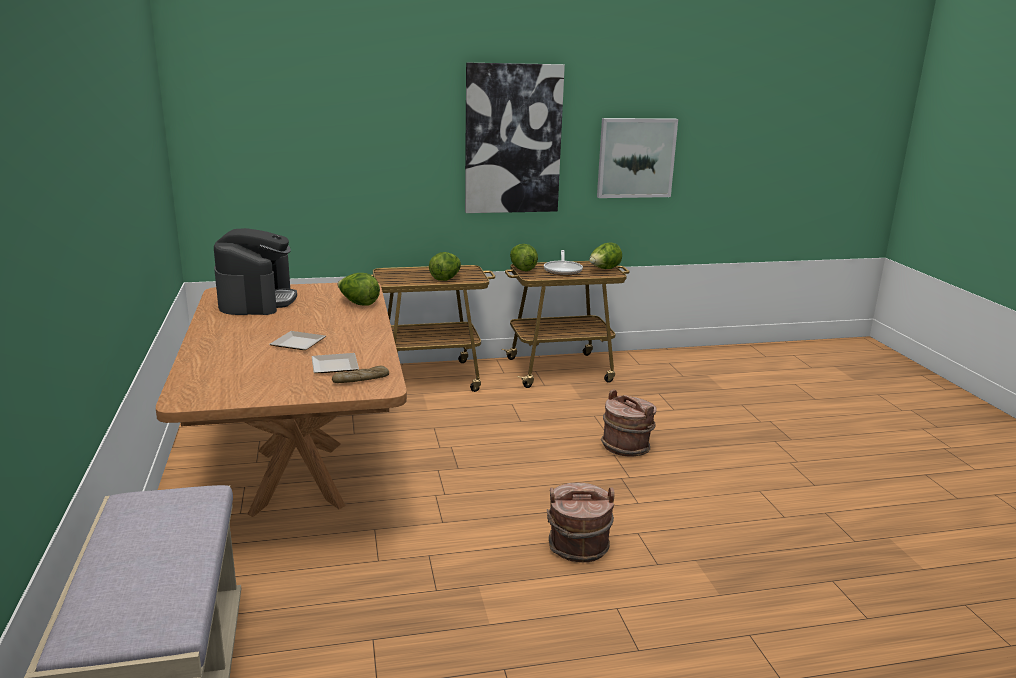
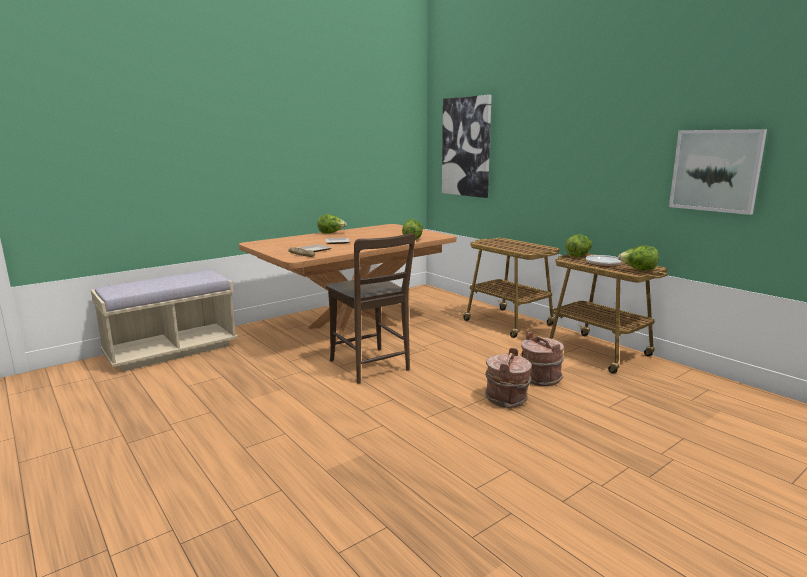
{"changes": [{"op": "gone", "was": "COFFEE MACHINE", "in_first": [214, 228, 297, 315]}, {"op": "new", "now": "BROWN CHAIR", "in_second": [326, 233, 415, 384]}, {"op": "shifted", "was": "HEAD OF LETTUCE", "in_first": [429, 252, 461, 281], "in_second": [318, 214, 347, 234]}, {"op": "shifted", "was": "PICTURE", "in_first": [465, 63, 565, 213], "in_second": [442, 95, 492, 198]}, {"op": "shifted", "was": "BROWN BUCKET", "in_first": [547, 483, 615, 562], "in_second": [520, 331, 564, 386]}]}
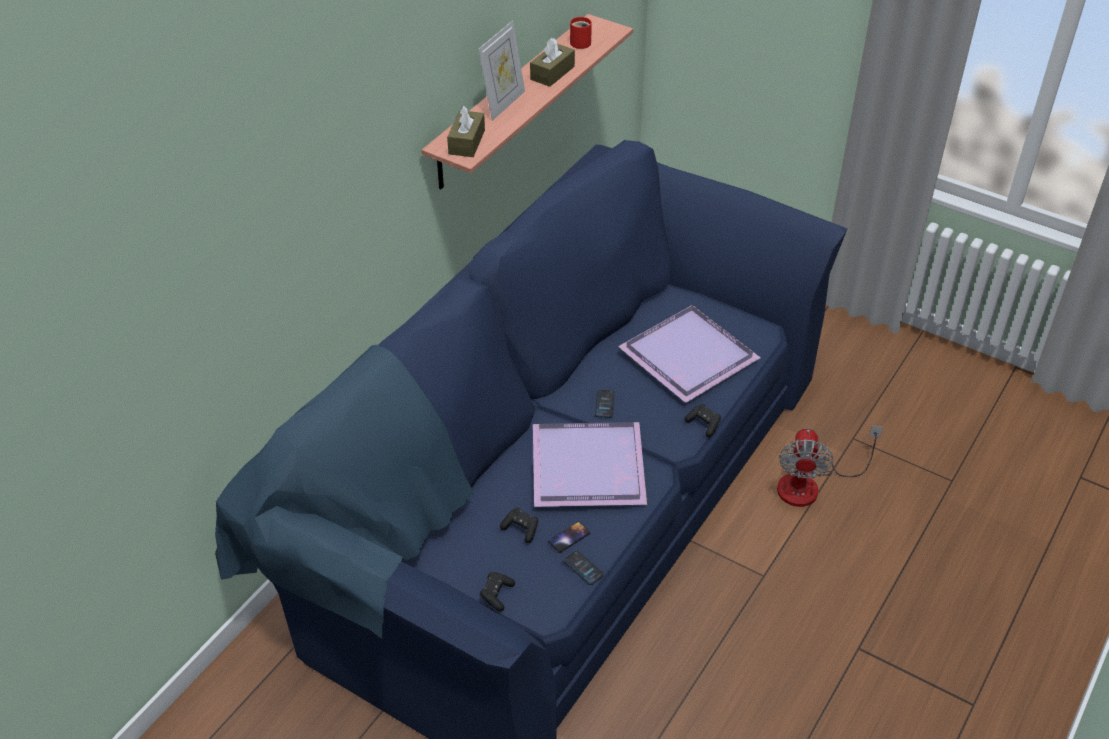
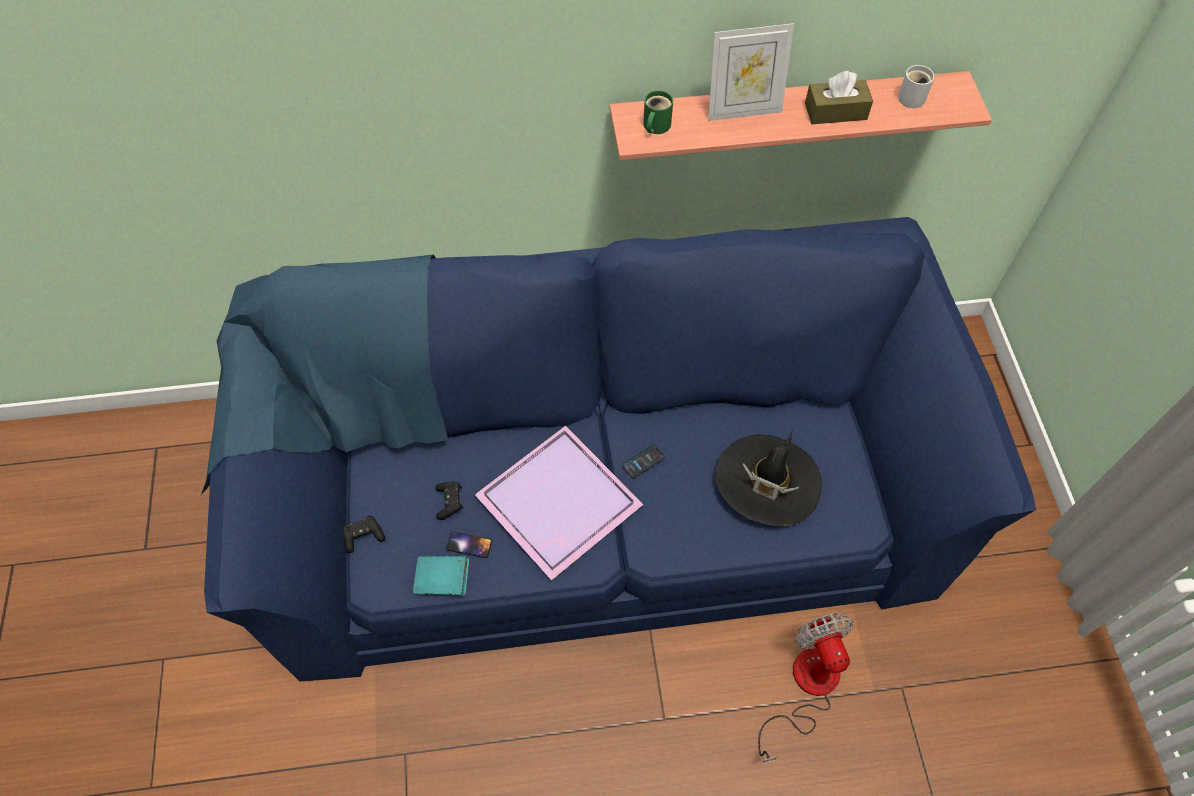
{"changes": [{"op": "gone", "was": "BLACK JOYPAD", "in_first": [685, 404, 721, 437]}, {"op": "swapped", "was": "BROWN BOX OF TISSUES", "now": "GREENISH TEA MUG", "in_first": [447, 106, 485, 157], "in_second": [643, 90, 673, 134]}, {"op": "swapped", "was": "HANDSET", "now": "BLUE-GREEN BOUND BOOK", "in_first": [563, 551, 604, 585], "in_second": [413, 556, 469, 595]}, {"op": "swapped", "was": "PURPLISH CARRYING TRAY", "now": "BLACK HAT", "in_first": [618, 305, 761, 403], "in_second": [715, 430, 822, 526]}, {"op": "repainted", "was": "RED TEA MUG", "now": "WHITE TEA MUG", "in_first": [570, 17, 592, 49], "in_second": [898, 65, 934, 108]}, {"op": "rotated", "was": "FAN", "in_first": [777, 426, 883, 507], "in_second": [758, 613, 854, 764], "clockwise": 105}]}
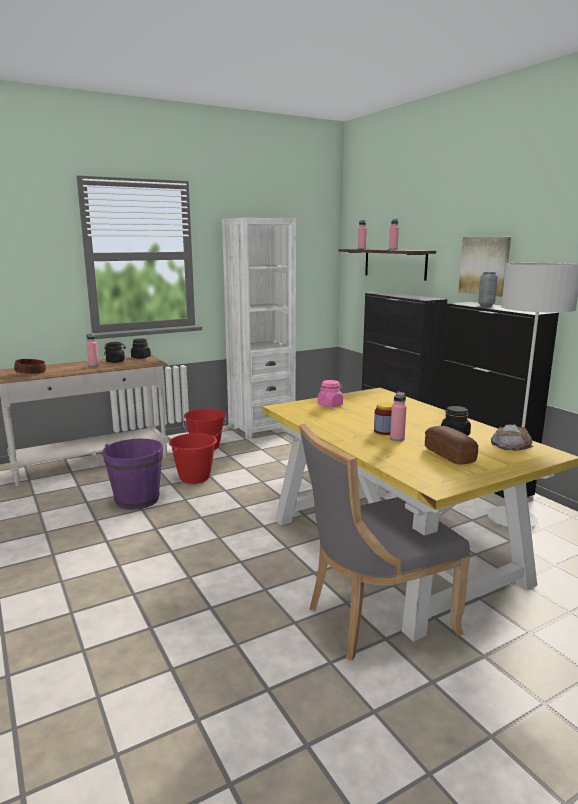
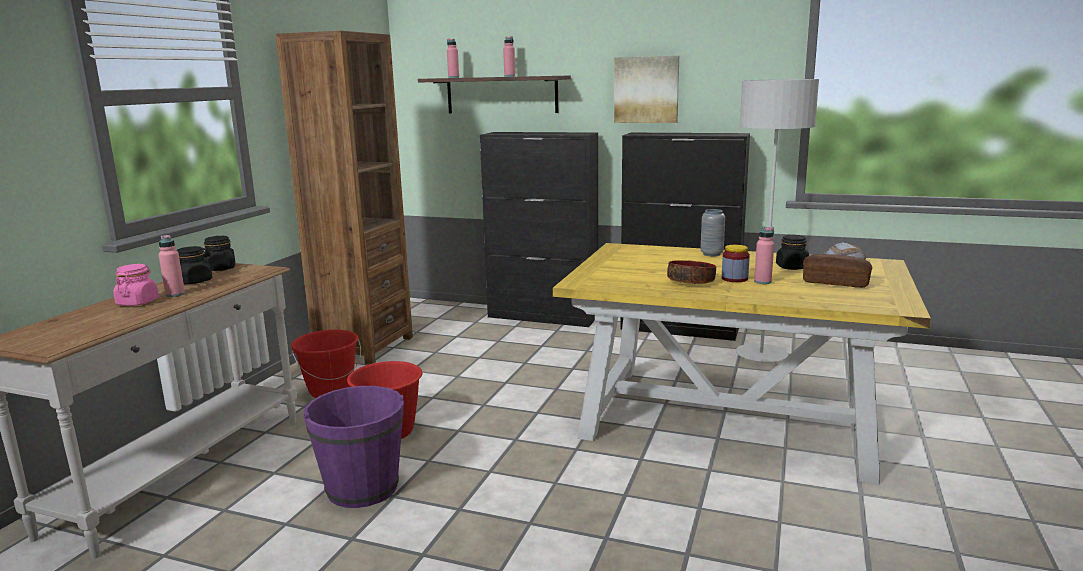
{"changes": [{"op": "gone", "was": "GREY CHAIR", "in_first": [299, 423, 470, 661]}, {"op": "shifted", "was": "BOWL", "in_first": [14, 359, 46, 375], "in_second": [667, 260, 716, 284]}, {"op": "shifted", "was": "PINK-COLOURED PRESERVE JAR", "in_first": [318, 380, 343, 407], "in_second": [113, 264, 159, 306]}, {"op": "shifted", "was": "GREY FLOWER VASE", "in_first": [478, 272, 498, 306], "in_second": [701, 209, 725, 256]}, {"op": "repainted", "was": "WHITE SHELVING UNIT", "now": "BROWN SHELVING UNIT", "in_first": [222, 218, 296, 440], "in_second": [275, 31, 413, 365]}]}
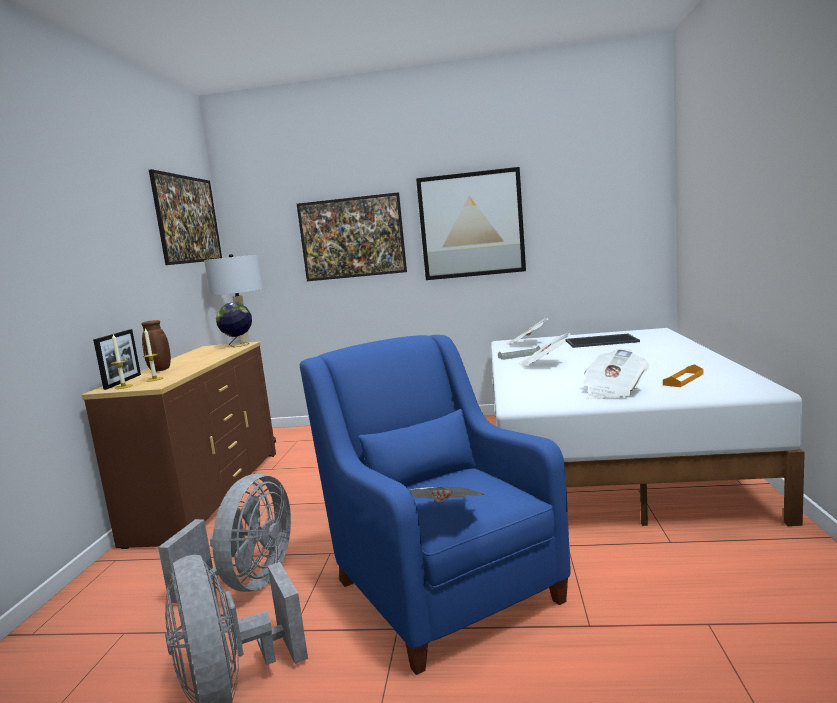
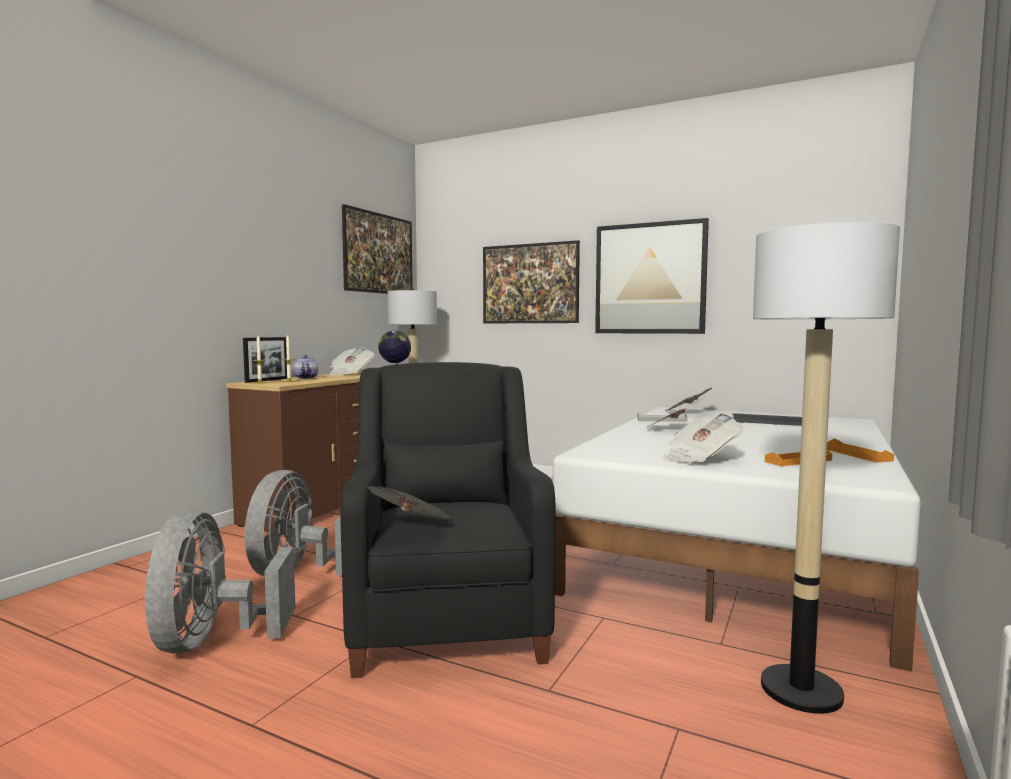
{"changes": [{"op": "new", "now": "DAILY PAPER", "in_second": [330, 347, 374, 376]}, {"op": "new", "now": "STANDARD LAMP", "in_second": [753, 222, 900, 714]}, {"op": "new", "now": "ORANGEY CARRYING TRAY", "in_second": [827, 438, 894, 462]}, {"op": "swapped", "was": "BROWN FLOWER VASE", "now": "POT FOR TEA", "in_first": [141, 320, 171, 372], "in_second": [293, 355, 318, 379]}, {"op": "repainted", "was": "BLUISH EASY CHAIR", "now": "BLACK EASY CHAIR", "in_first": [300, 335, 570, 675], "in_second": [340, 362, 555, 678]}, {"op": "rotated", "was": "GREY FAN", "in_first": [158, 474, 291, 603], "in_second": [245, 470, 342, 576], "clockwise": 150}]}
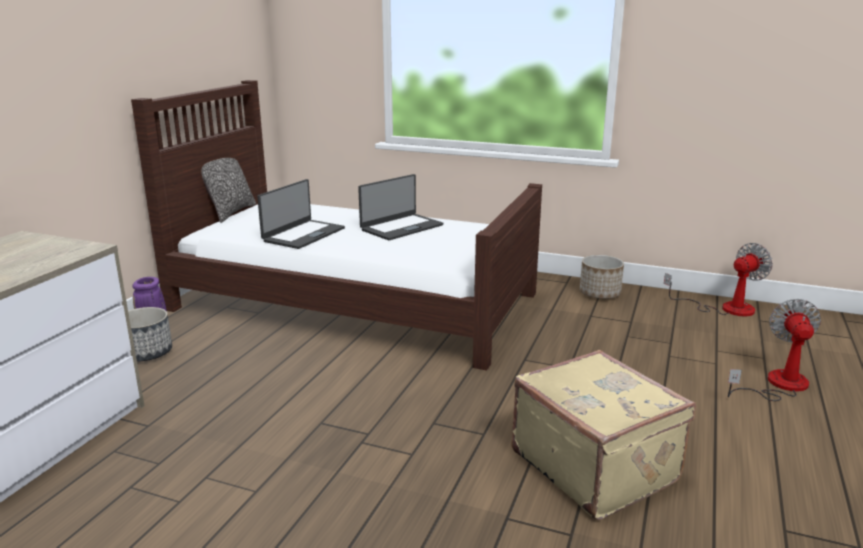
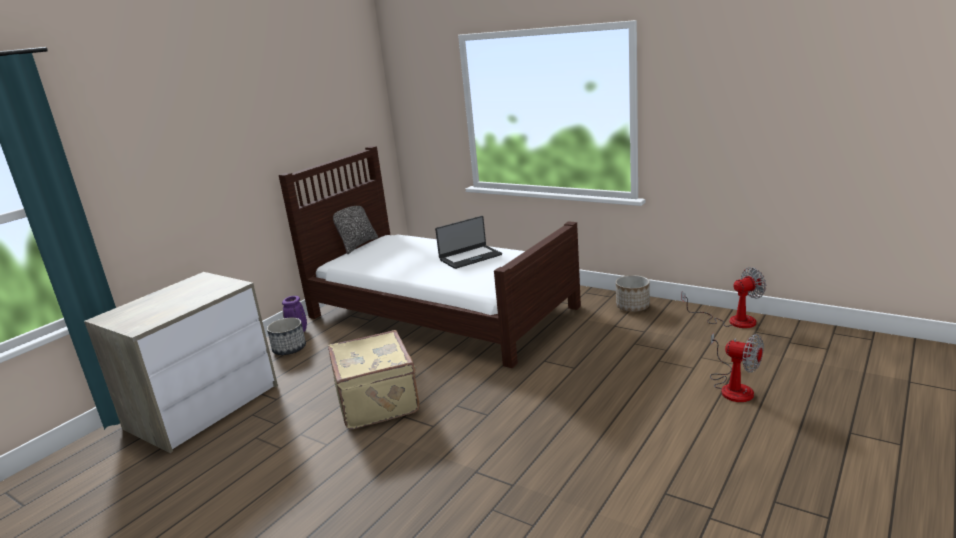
{"changes": [{"op": "gone", "was": "LAPTOP", "in_first": [257, 179, 345, 249]}, {"op": "shifted", "was": "BEIGE PIECE OF LUGGAGE", "in_first": [511, 350, 696, 520], "in_second": [328, 330, 420, 430]}, {"op": "rotated", "was": "FAN", "in_first": [728, 299, 821, 401], "in_second": [710, 333, 764, 402], "clockwise": 105}]}
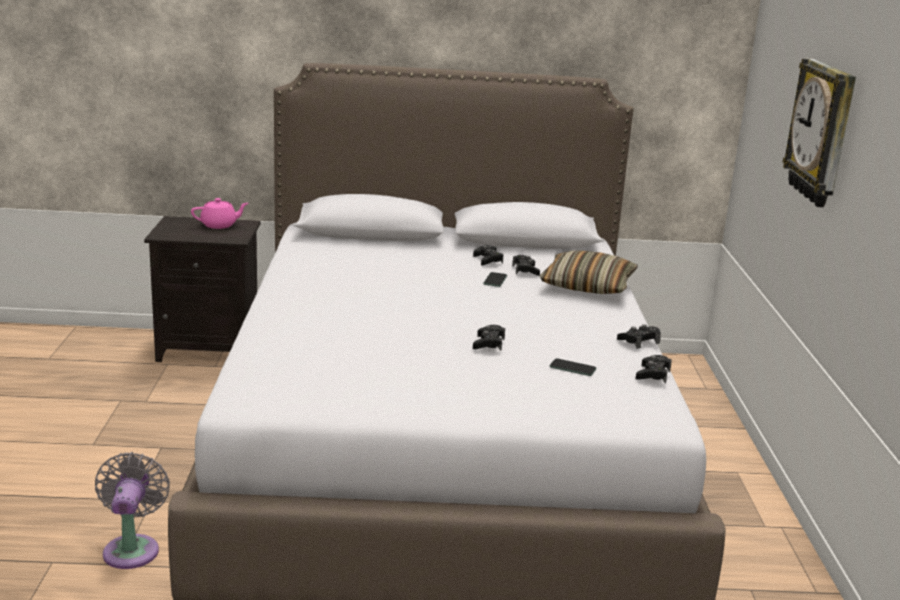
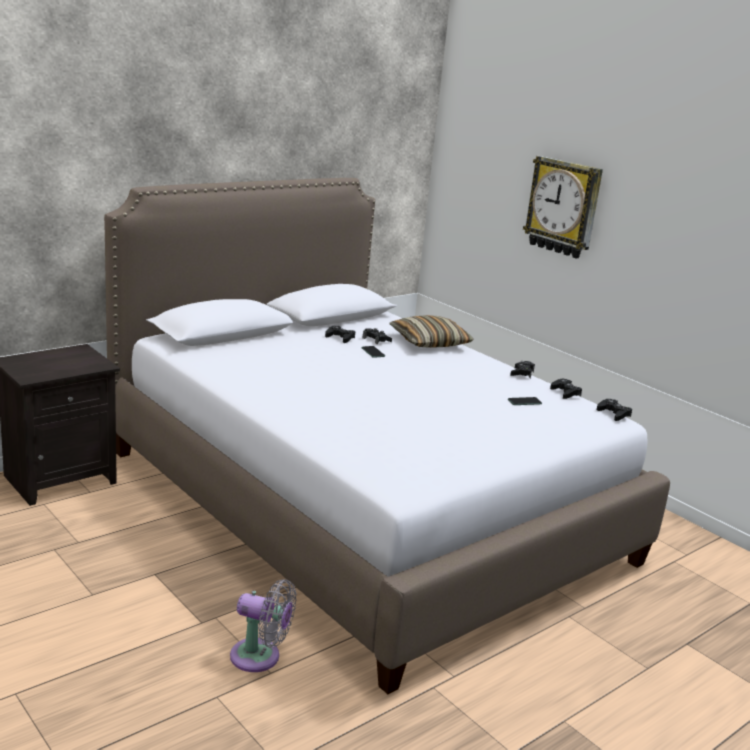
{"changes": [{"op": "gone", "was": "PINK-COLOURED POT FOR TEA", "in_first": [191, 198, 248, 229]}, {"op": "shifted", "was": "BLACK JOYPAD", "in_first": [473, 325, 505, 351], "in_second": [597, 399, 632, 421]}, {"op": "rotated", "was": "GREY FAN", "in_first": [95, 452, 170, 569], "in_second": [230, 579, 296, 672], "clockwise": 150}]}
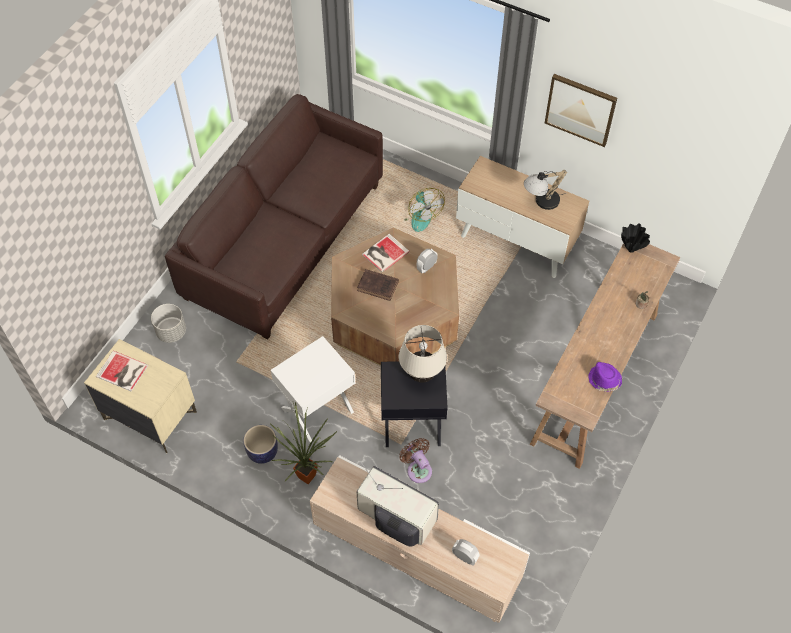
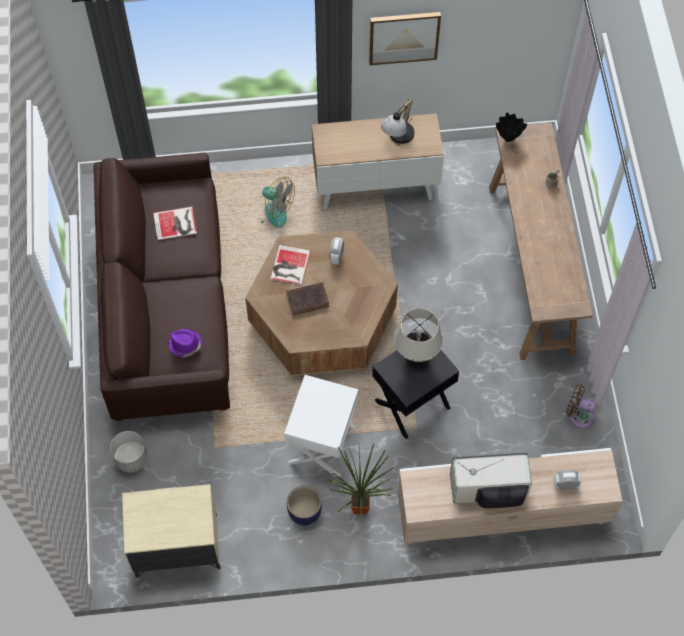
{"changes": [{"op": "shifted", "was": "BOUND BOOK", "in_first": [96, 351, 148, 391], "in_second": [153, 207, 197, 240]}, {"op": "shifted", "was": "BROWN FAN", "in_first": [399, 438, 432, 483], "in_second": [566, 384, 597, 428]}, {"op": "shifted", "was": "PURPLISH HAT", "in_first": [588, 362, 622, 392], "in_second": [169, 329, 202, 357]}]}
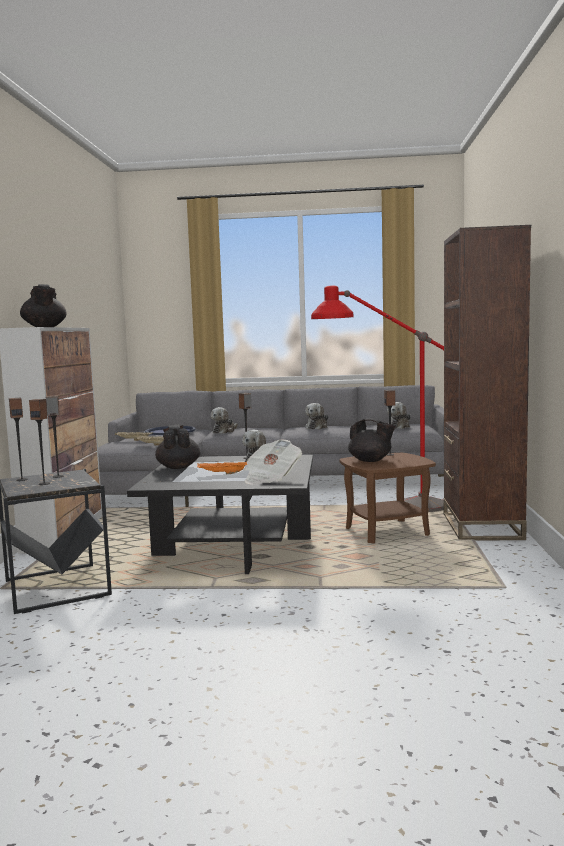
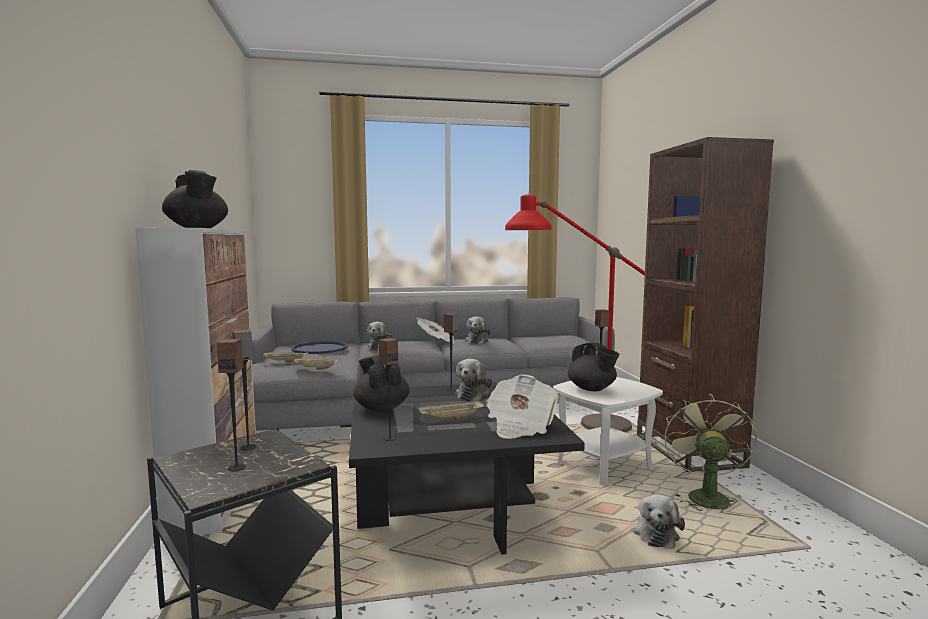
{"changes": [{"op": "new", "now": "DAILY PAPER", "in_second": [416, 317, 454, 343]}, {"op": "new", "now": "GREENISH FAN", "in_second": [664, 394, 757, 511]}, {"op": "shifted", "was": "LOUDSPEAKER", "in_first": [9, 398, 28, 481], "in_second": [379, 338, 398, 441]}, {"op": "shifted", "was": "SOFT TOY", "in_first": [387, 402, 411, 429], "in_second": [633, 494, 685, 549]}, {"op": "repainted", "was": "ORANGEY CARRYING TRAY", "now": "BEIGE CARRYING TRAY", "in_first": [197, 462, 247, 474], "in_second": [418, 400, 484, 420]}, {"op": "repainted", "was": "BROWN SIDE TABLE", "now": "WHITE SIDE TABLE", "in_first": [339, 453, 436, 543], "in_second": [553, 377, 663, 485]}, {"op": "rotated", "was": "BLACK POT FOR TEA", "in_first": [348, 419, 395, 462], "in_second": [568, 343, 620, 391], "clockwise": 45}]}
